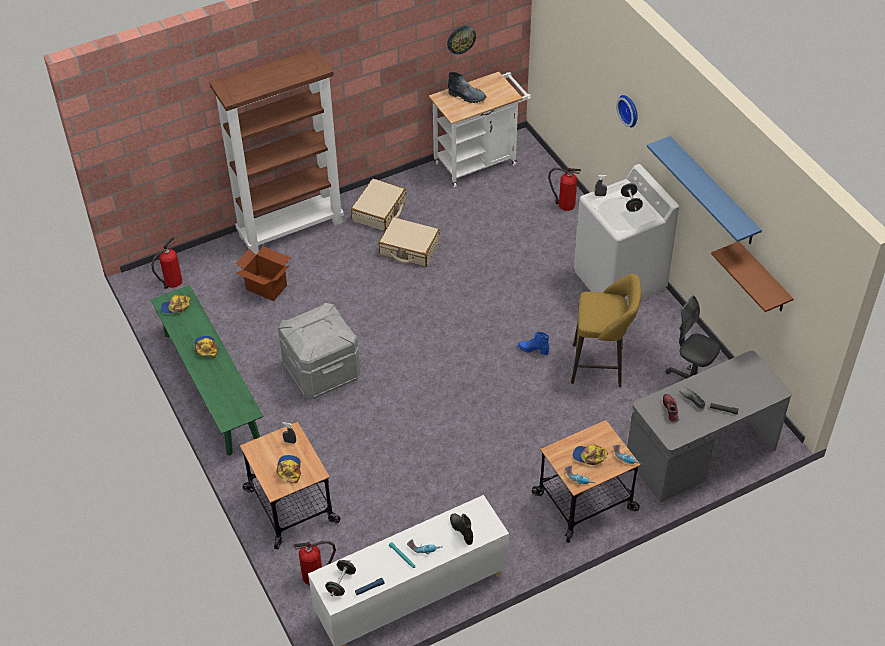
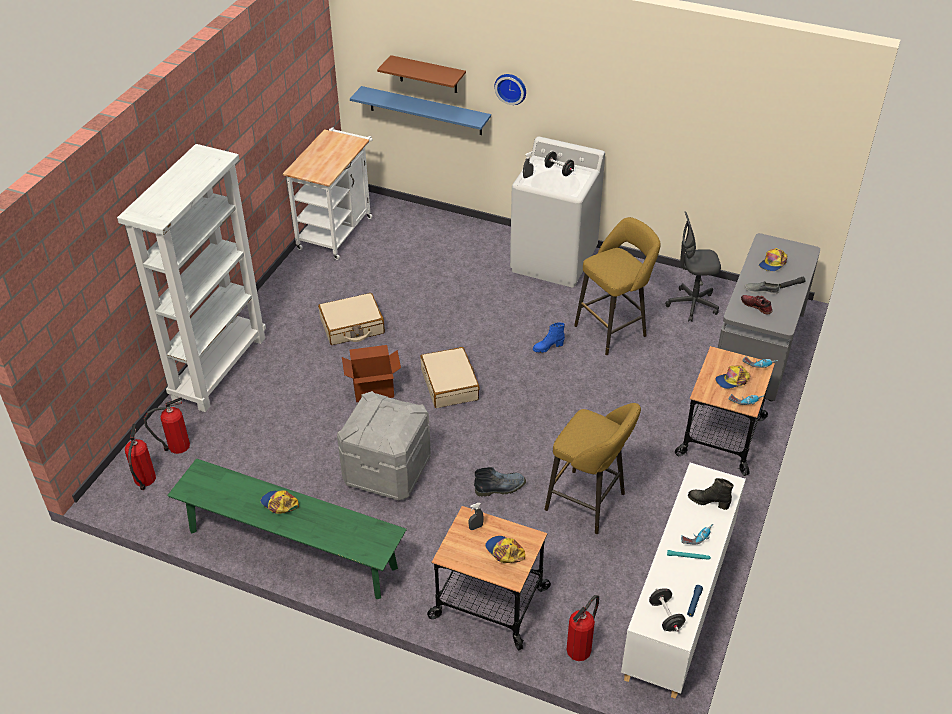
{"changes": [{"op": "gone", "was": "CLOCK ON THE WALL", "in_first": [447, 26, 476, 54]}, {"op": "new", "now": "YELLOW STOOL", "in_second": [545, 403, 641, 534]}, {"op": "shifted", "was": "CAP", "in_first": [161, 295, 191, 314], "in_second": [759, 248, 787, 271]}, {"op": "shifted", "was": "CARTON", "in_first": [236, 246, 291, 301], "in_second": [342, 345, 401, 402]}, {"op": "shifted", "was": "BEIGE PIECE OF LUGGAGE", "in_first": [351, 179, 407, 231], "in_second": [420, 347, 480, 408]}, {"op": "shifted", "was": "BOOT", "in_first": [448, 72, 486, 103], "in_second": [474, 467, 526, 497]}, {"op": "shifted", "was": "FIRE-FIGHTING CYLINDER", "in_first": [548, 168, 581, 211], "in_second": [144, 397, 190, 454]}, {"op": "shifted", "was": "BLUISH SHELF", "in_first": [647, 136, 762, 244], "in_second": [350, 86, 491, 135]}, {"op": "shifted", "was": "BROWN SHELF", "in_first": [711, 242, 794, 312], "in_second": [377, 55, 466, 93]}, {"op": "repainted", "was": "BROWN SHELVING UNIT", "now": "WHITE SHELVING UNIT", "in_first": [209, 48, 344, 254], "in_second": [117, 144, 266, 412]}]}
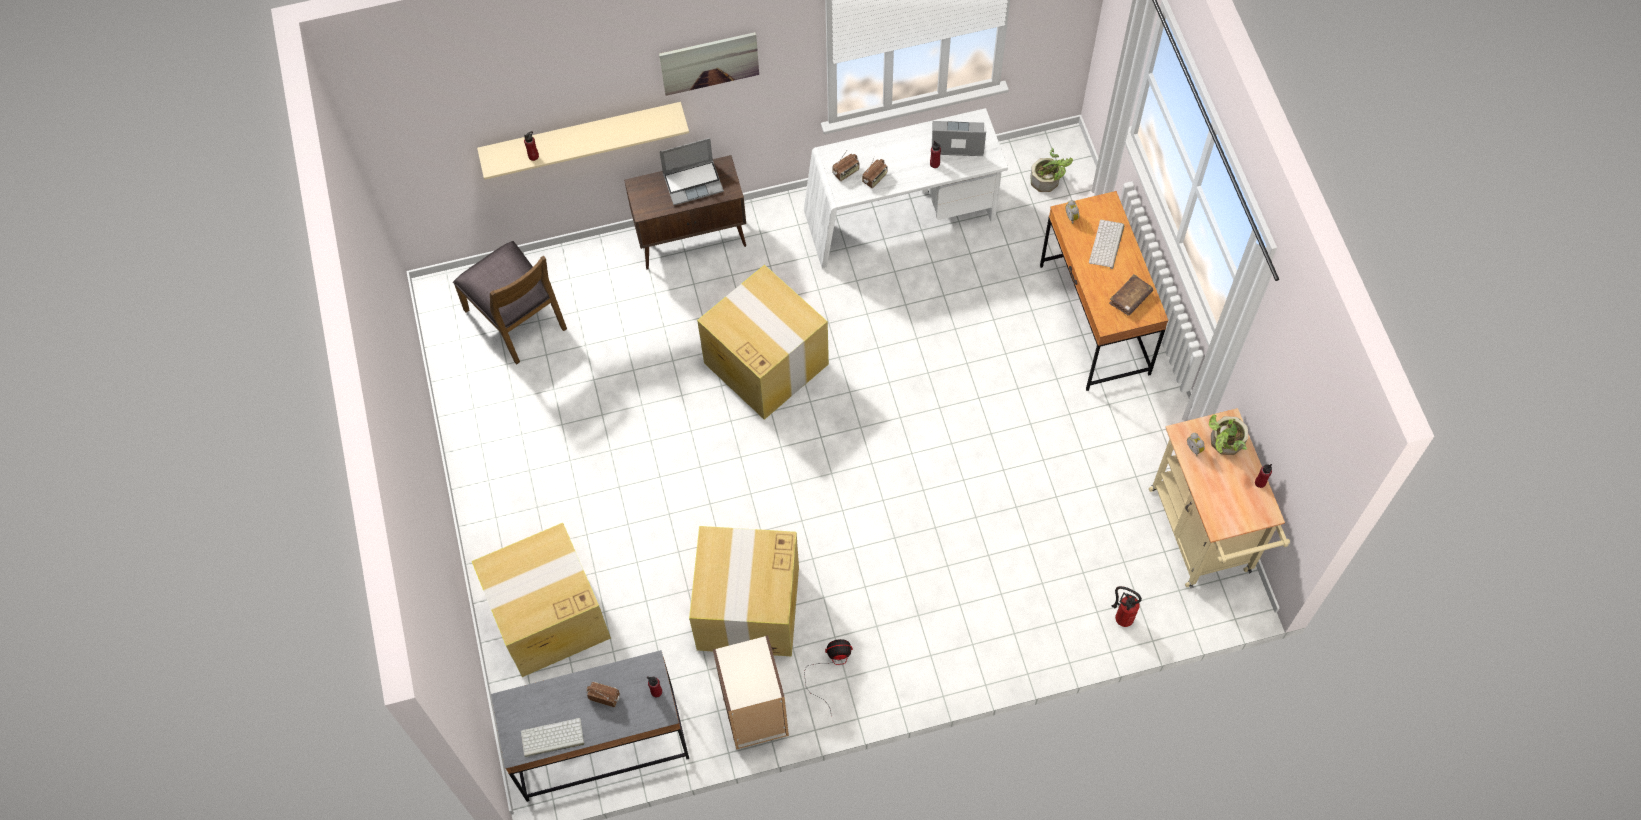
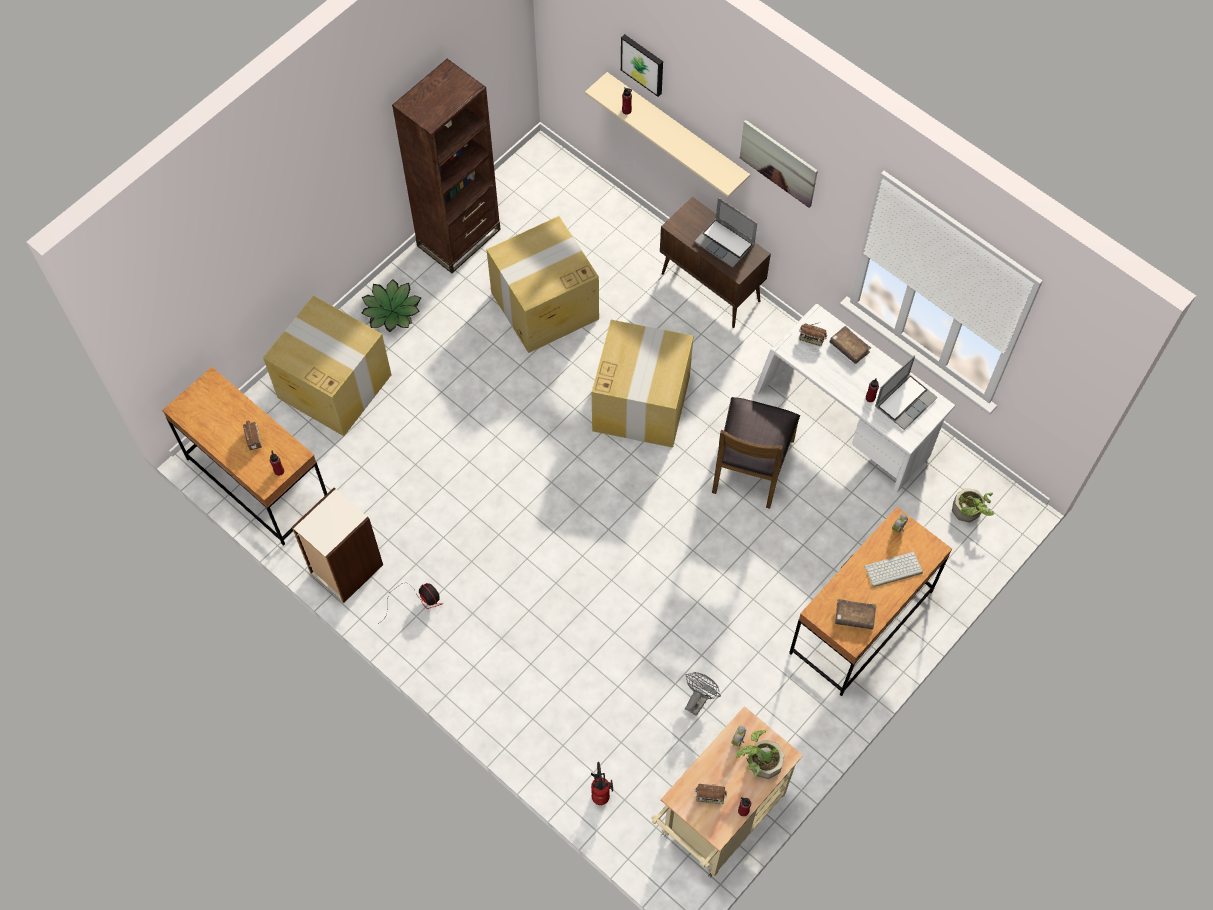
{"changes": [{"op": "gone", "was": "COMPUTER KEYBOARD", "in_first": [521, 718, 584, 757]}, {"op": "new", "now": "PLANT IN A POT", "in_second": [362, 279, 421, 332]}, {"op": "new", "now": "BROWN SHELVING UNIT", "in_second": [392, 59, 501, 273]}, {"op": "new", "now": "PICTURE", "in_second": [621, 34, 663, 97]}, {"op": "new", "now": "GREY FAN", "in_second": [685, 672, 721, 716]}, {"op": "new", "now": "BROWN BOUND BOOK", "in_second": [829, 326, 871, 364]}, {"op": "shifted", "was": "BROWN CHAIR", "in_first": [453, 241, 567, 364], "in_second": [712, 397, 800, 509]}, {"op": "shifted", "was": "CARTON", "in_first": [689, 526, 799, 656], "in_second": [486, 216, 599, 353]}, {"op": "shifted", "was": "RADIO", "in_first": [862, 157, 888, 188], "in_second": [695, 784, 727, 804]}, {"op": "repainted", "was": "GREY DESK", "now": "BROWN DESK", "in_first": [491, 650, 689, 802], "in_second": [162, 367, 327, 546]}, {"op": "rotated", "was": "LAPTOP", "in_first": [932, 121, 986, 156], "in_second": [875, 355, 938, 430], "clockwise": 75}]}
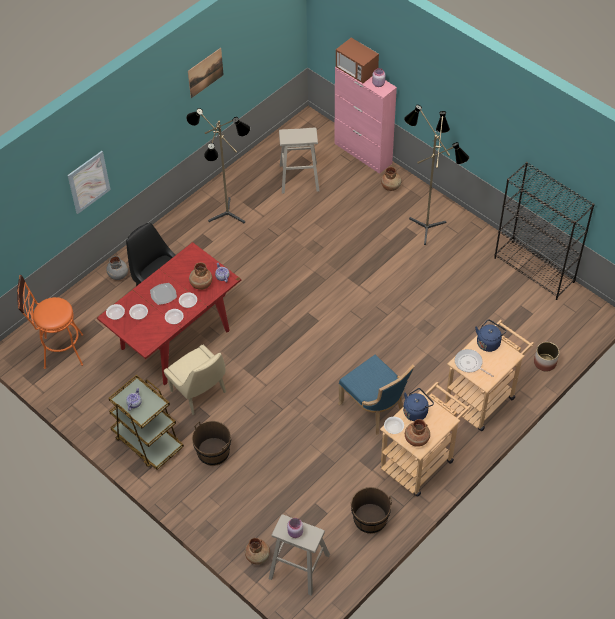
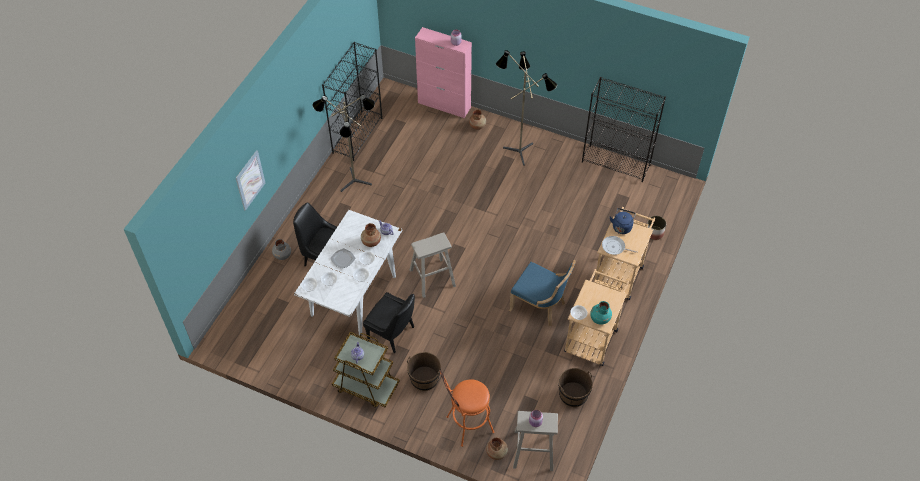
{"changes": [{"op": "gone", "was": "PICTURE", "in_first": [188, 48, 224, 98]}, {"op": "gone", "was": "MICROWAVE OVEN", "in_first": [336, 37, 379, 83]}, {"op": "gone", "was": "BLUISH KETTLE", "in_first": [403, 388, 434, 421]}, {"op": "new", "now": "BLACK SHELVING UNIT", "in_second": [322, 42, 382, 161]}, {"op": "shifted", "was": "ORANGEY STOOL", "in_first": [17, 275, 83, 369], "in_second": [440, 371, 495, 447]}, {"op": "shifted", "was": "BEIGE STOOL", "in_first": [279, 128, 319, 194], "in_second": [410, 232, 456, 298]}, {"op": "repainted", "was": "RED DINNER TABLE", "now": "WHITE DINNER TABLE", "in_first": [97, 242, 241, 385], "in_second": [294, 210, 402, 335]}, {"op": "repainted", "was": "BEIGE CHAIR", "now": "BLACK CHAIR", "in_first": [164, 344, 226, 415], "in_second": [363, 292, 415, 354]}, {"op": "repainted", "was": "BROWN FLOWER VASE", "now": "BLUE-GREEN FLOWER VASE", "in_first": [405, 419, 430, 447], "in_second": [590, 301, 612, 325]}]}
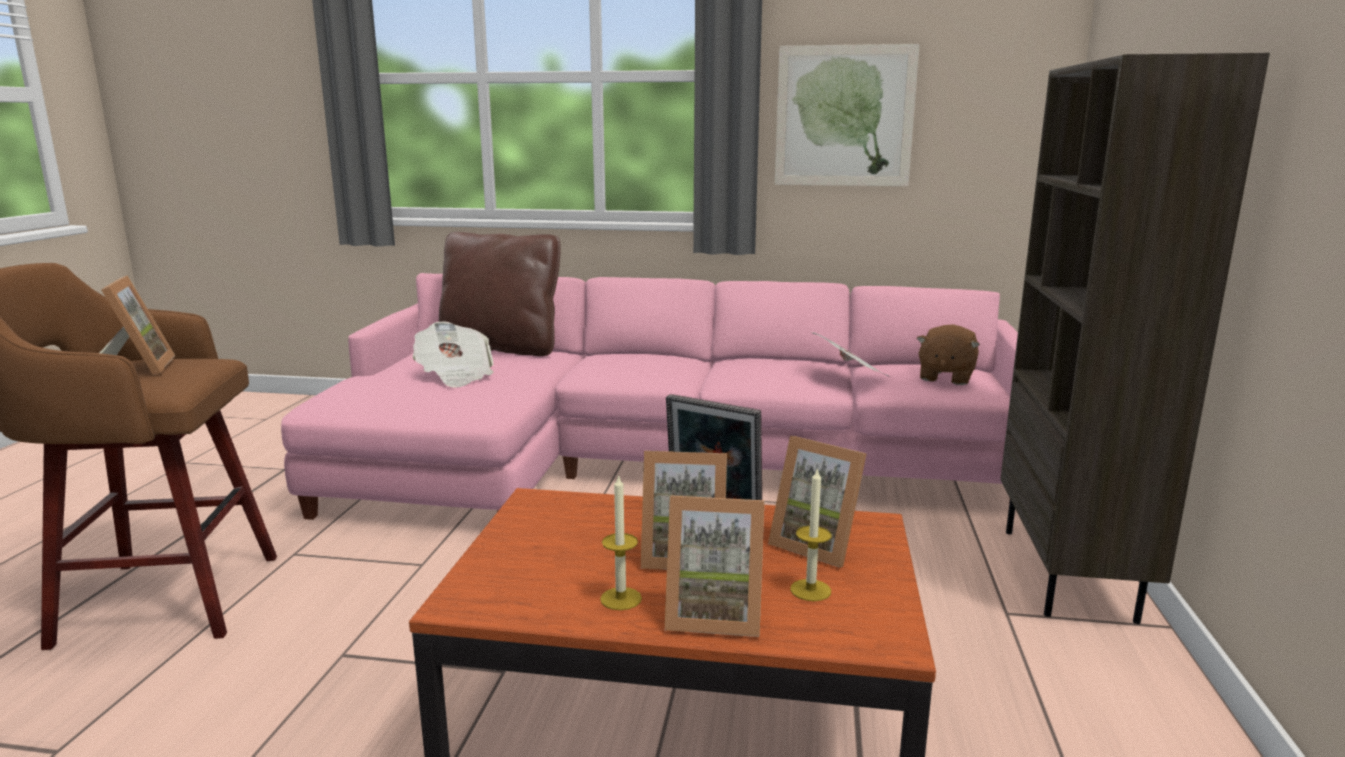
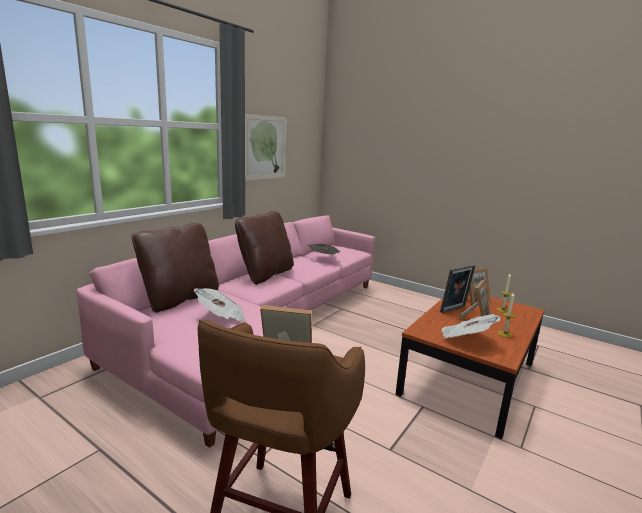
{"changes": [{"op": "gone", "was": "STANDING FRAME", "in_first": [665, 496, 765, 637]}, {"op": "gone", "was": "BROWN SOFT TOY", "in_first": [916, 324, 980, 385]}, {"op": "gone", "was": "BROWN SHELVING UNIT", "in_first": [1000, 53, 1270, 624]}, {"op": "new", "now": "BROWN CUSHION", "in_second": [235, 211, 294, 285]}, {"op": "new", "now": "DAILY PAPER", "in_second": [442, 314, 500, 339]}]}
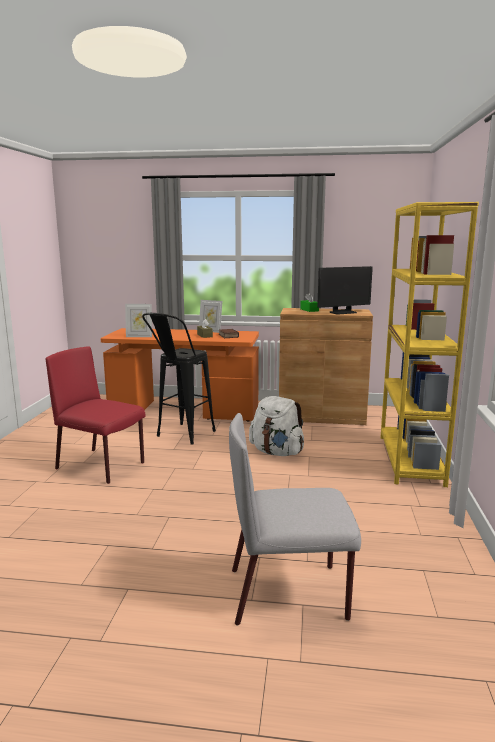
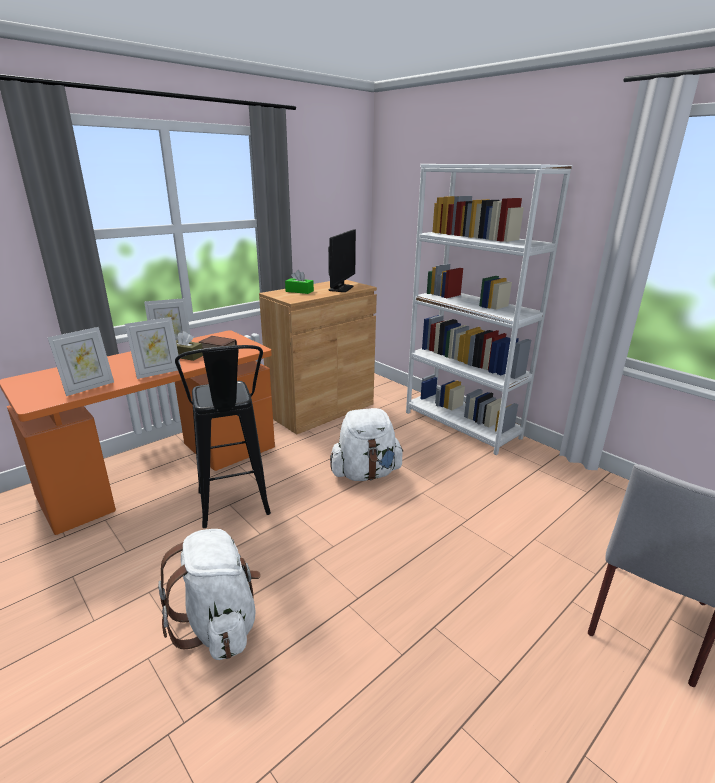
{"changes": [{"op": "new", "now": "STANDING FRAME", "in_second": [125, 317, 181, 379]}, {"op": "swapped", "was": "RED CHAIR", "now": "WHITE KNAPSACK", "in_first": [46, 346, 146, 484], "in_second": [158, 529, 261, 660]}, {"op": "repainted", "was": "YELLOW SHELVING UNIT", "now": "WHITE SHELVING UNIT", "in_first": [381, 202, 479, 487], "in_second": [406, 164, 573, 455]}]}
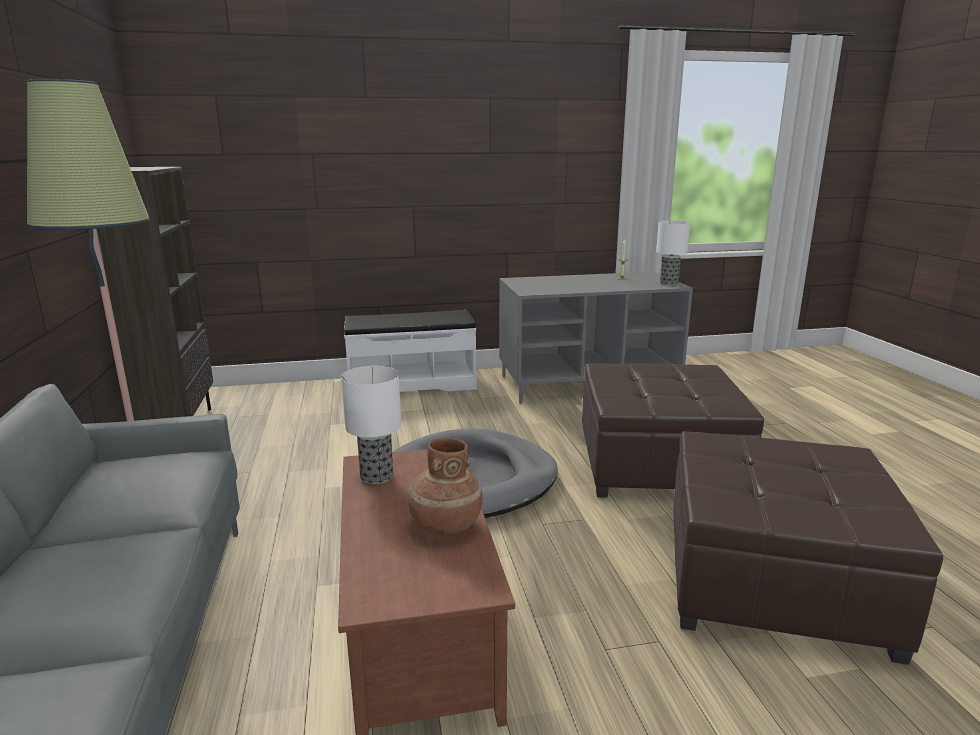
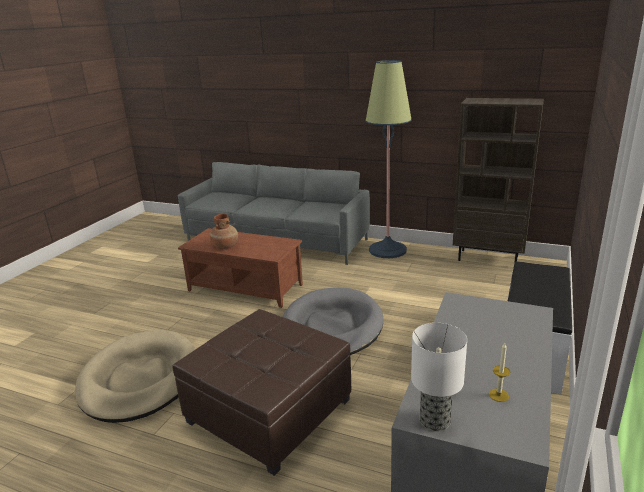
{"changes": [{"op": "gone", "was": "TABLE LAMP", "in_first": [341, 366, 401, 484]}, {"op": "swapped", "was": "BROWN POUFFE", "now": "BEIGE DOG CUSHION", "in_first": [673, 431, 943, 665], "in_second": [75, 330, 195, 423]}]}
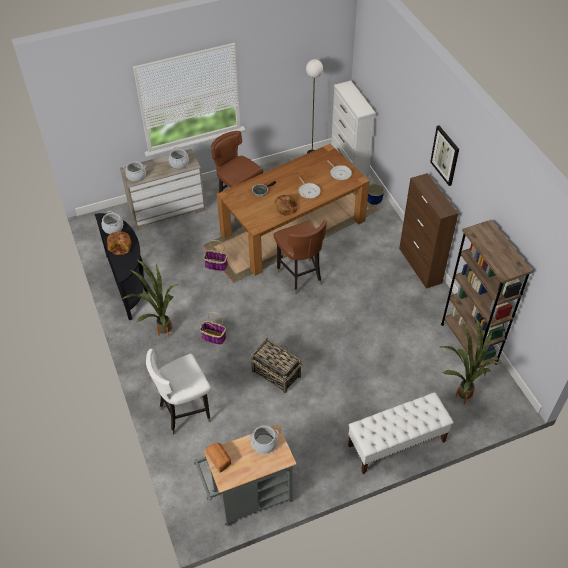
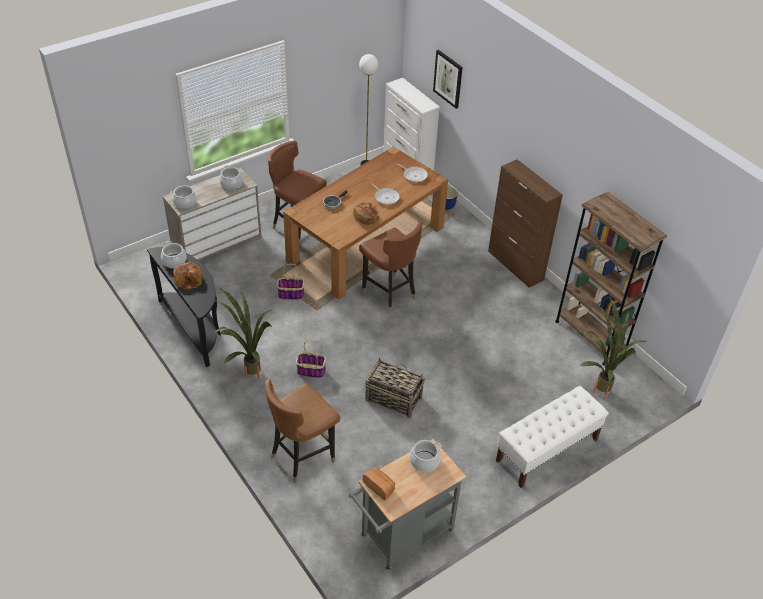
{"changes": [{"op": "shifted", "was": "PICTURE", "in_first": [430, 125, 459, 186], "in_second": [433, 50, 463, 109]}, {"op": "repainted", "was": "WHITE CHAIR", "now": "BROWN CHAIR", "in_first": [146, 349, 211, 435], "in_second": [265, 379, 340, 483]}]}
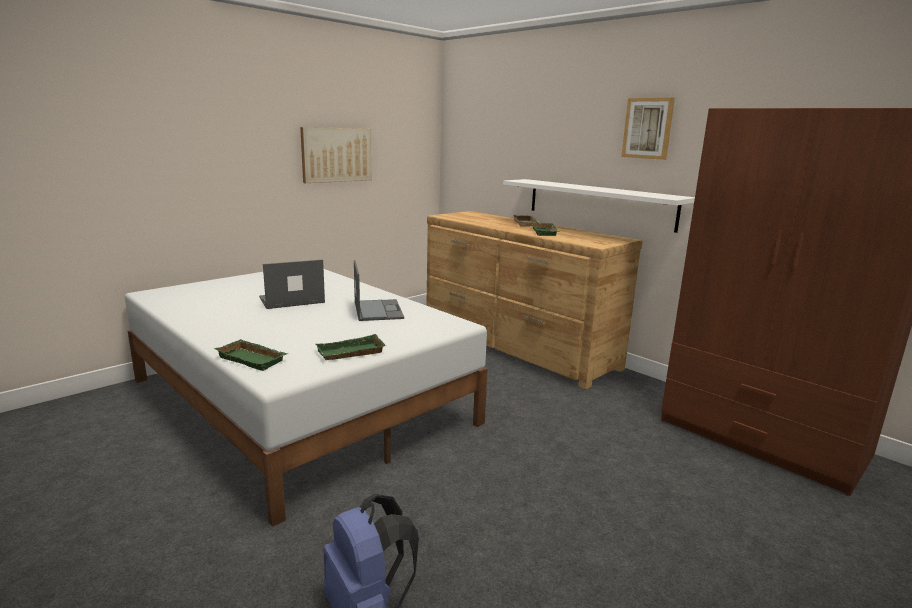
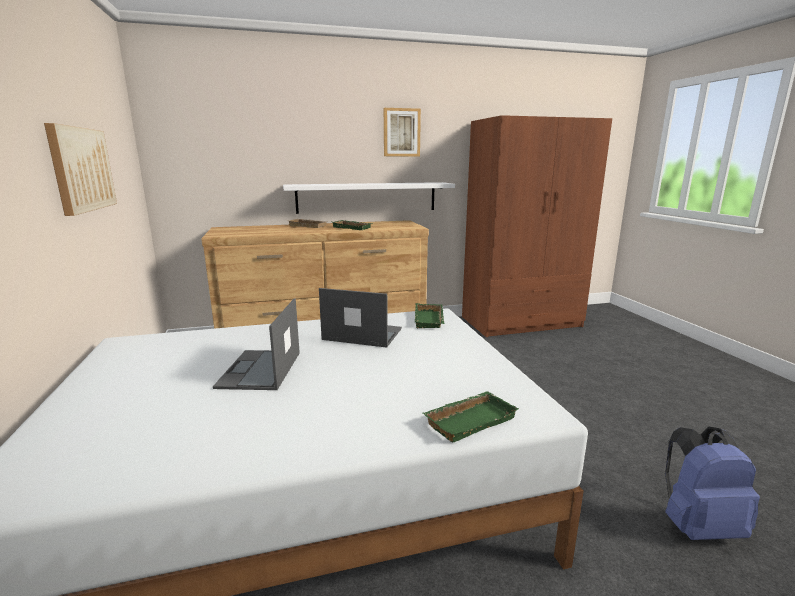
{"changes": [{"op": "shifted", "was": "GREENISH CARRYING TRAY", "in_first": [316, 334, 386, 360], "in_second": [415, 303, 444, 328]}]}
